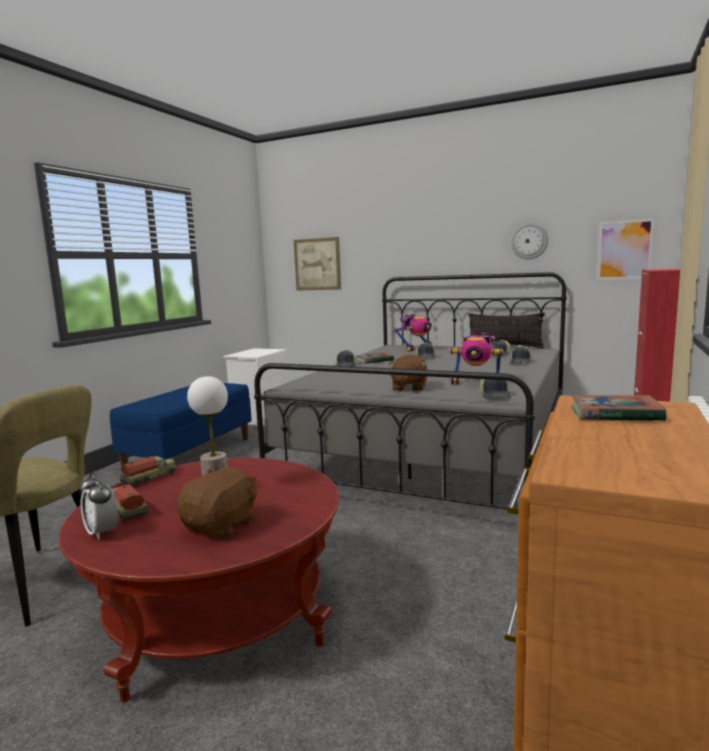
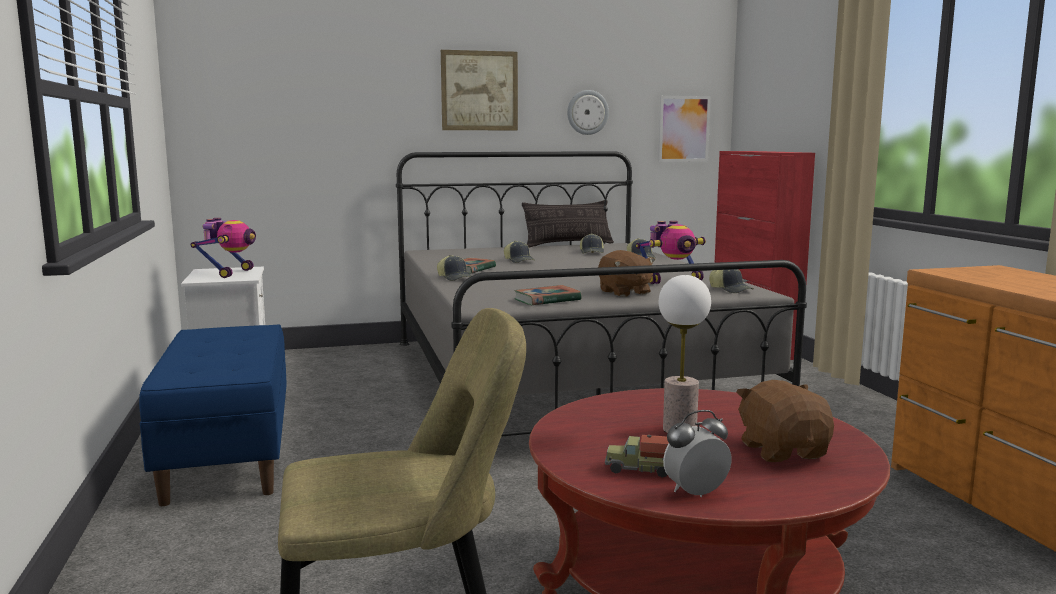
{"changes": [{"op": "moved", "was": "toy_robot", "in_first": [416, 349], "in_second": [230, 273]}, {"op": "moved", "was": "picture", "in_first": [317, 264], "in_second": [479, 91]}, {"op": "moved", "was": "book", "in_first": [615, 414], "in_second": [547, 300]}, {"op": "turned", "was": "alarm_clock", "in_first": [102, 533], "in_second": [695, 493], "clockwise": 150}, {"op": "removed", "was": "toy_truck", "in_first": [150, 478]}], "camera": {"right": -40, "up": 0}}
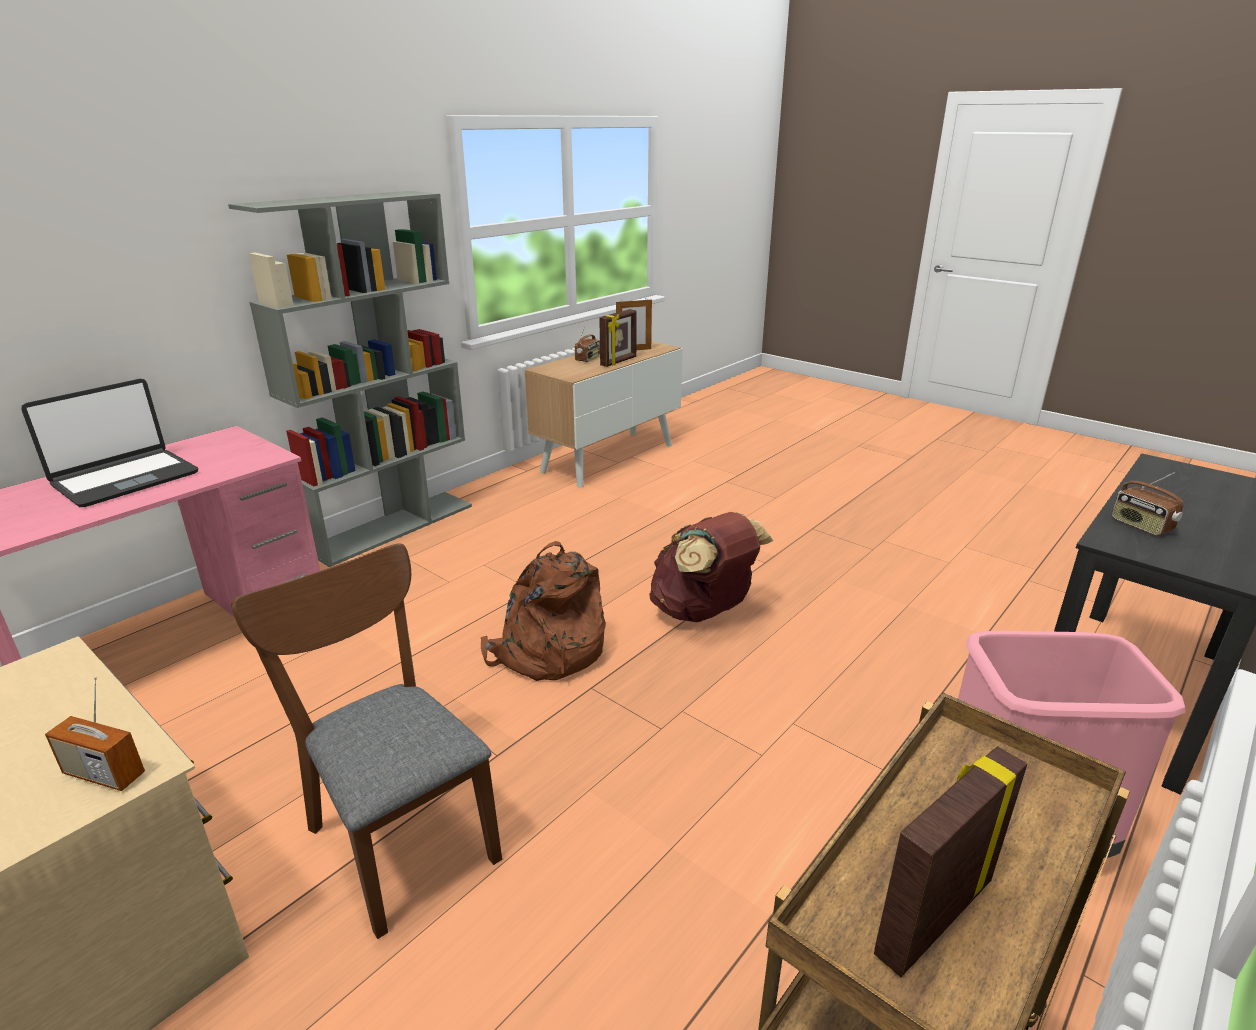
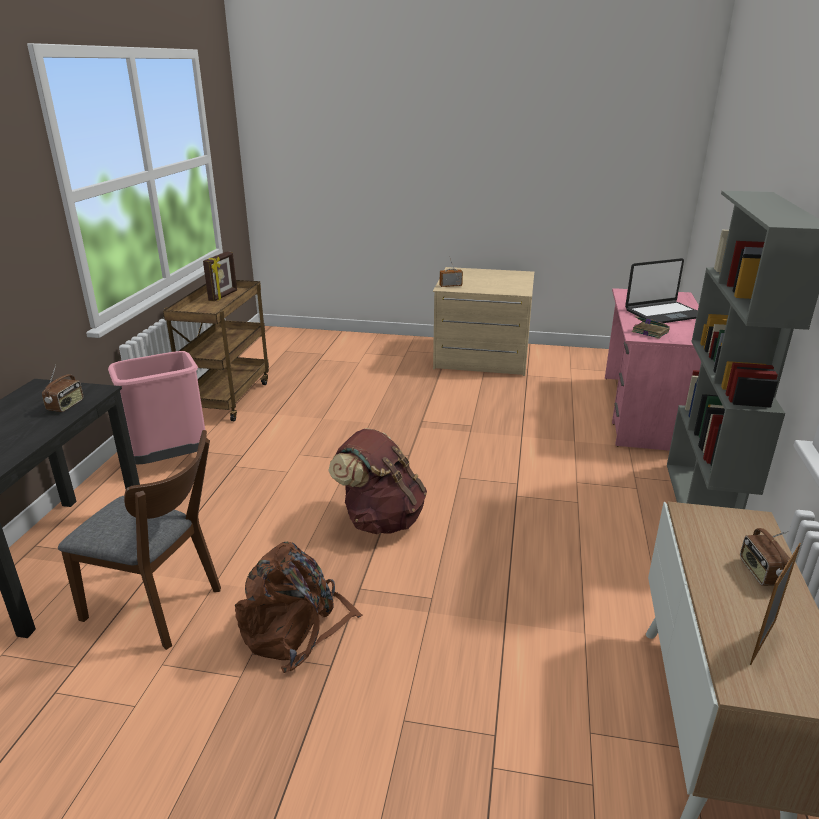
{"changes": [{"op": "turned", "was": "radio", "in_first": [1140, 526], "in_second": [66, 406], "clockwise": 75}, {"op": "moved", "was": "brown_chair", "in_first": [397, 832], "in_second": [160, 607]}, {"op": "moved", "was": "brown_backpack", "in_first": [547, 652], "in_second": [296, 629]}, {"op": "turned", "was": "laptop", "in_first": [125, 479], "in_second": [663, 313], "clockwise": -120}, {"op": "added", "now": "book", "in_second": [649, 331]}, {"op": "removed", "was": "picture_frame", "in_first": [619, 362]}], "camera": {"right": 150, "up": 0}}
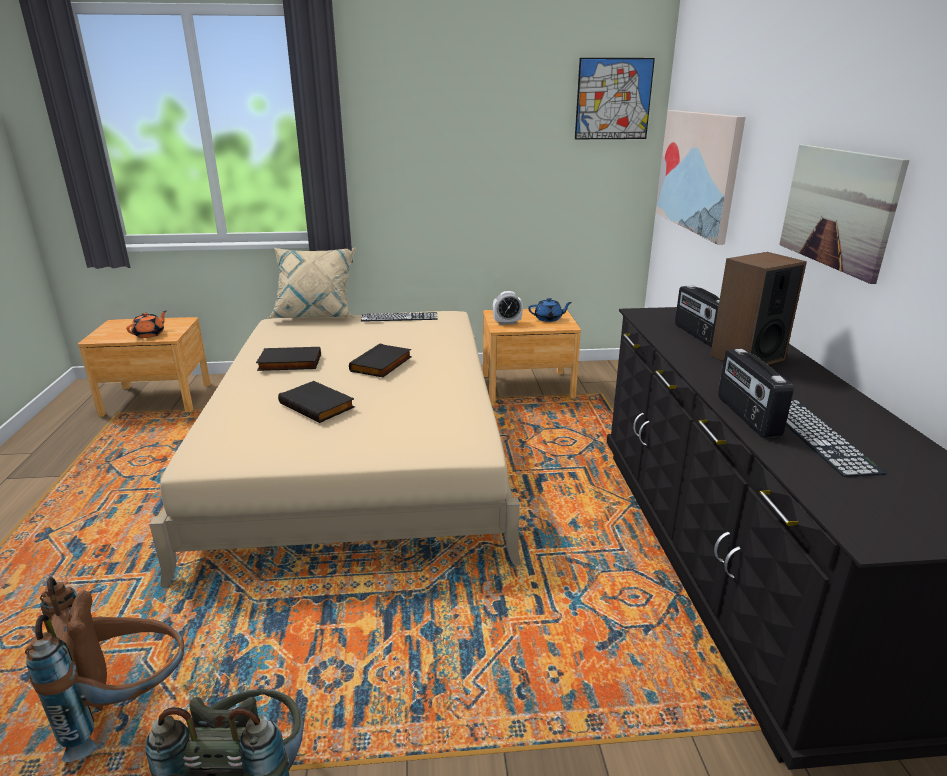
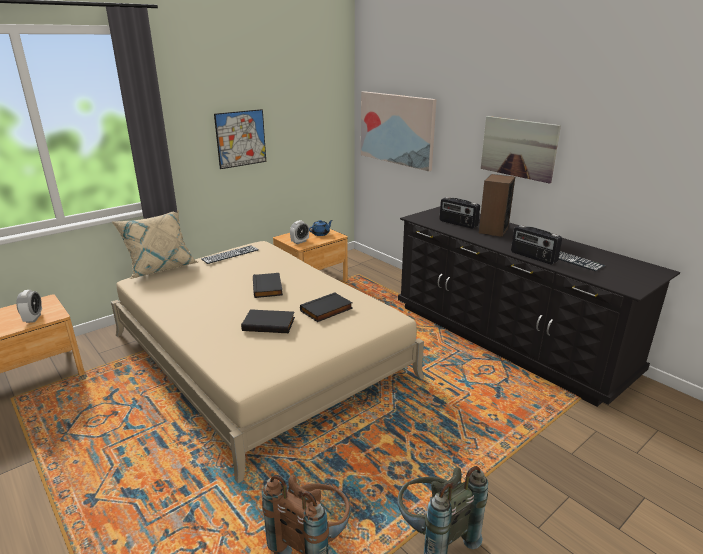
{"changes": [{"op": "replaced", "was": "orange_teapot", "now": "alarm_clock", "in_first": [150, 334], "in_second": [33, 318]}, {"op": "moved", "was": "picture", "in_first": [613, 99], "in_second": [241, 138]}, {"op": "moved", "was": "black_book", "in_first": [289, 363], "in_second": [327, 310]}], "camera": {"right": -35, "up": 0}}
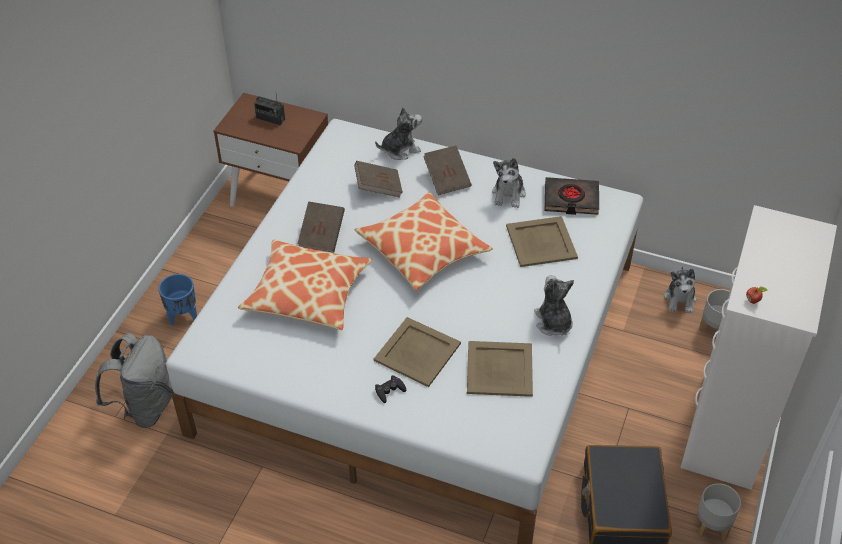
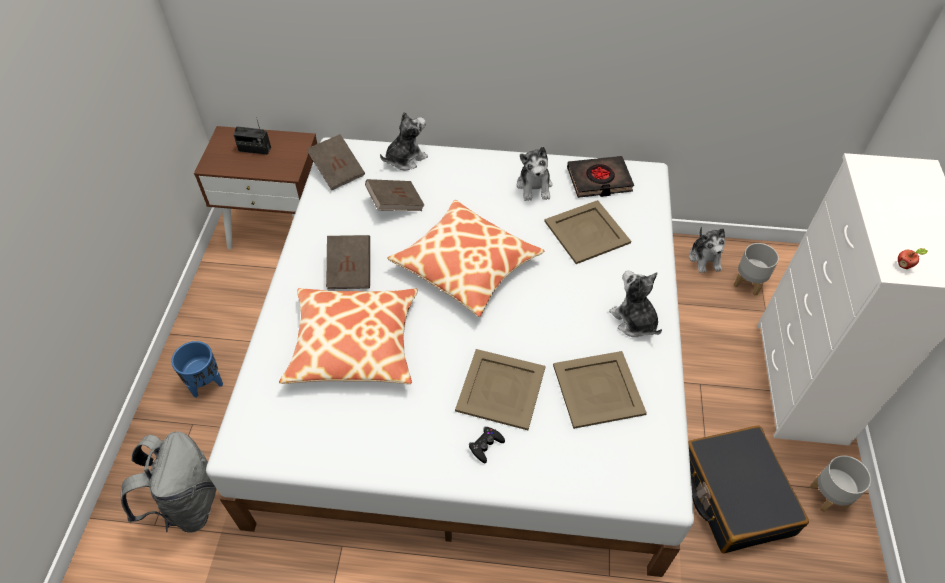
{"changes": [{"op": "moved", "was": "brown_book", "in_first": [447, 179], "in_second": [338, 171]}], "camera": {"right": -15, "up": 5}}
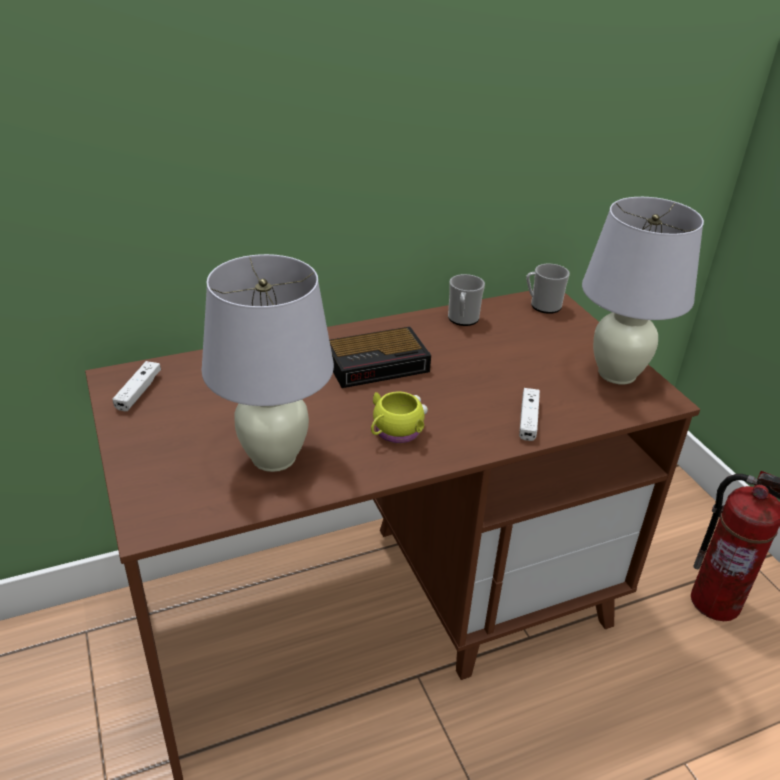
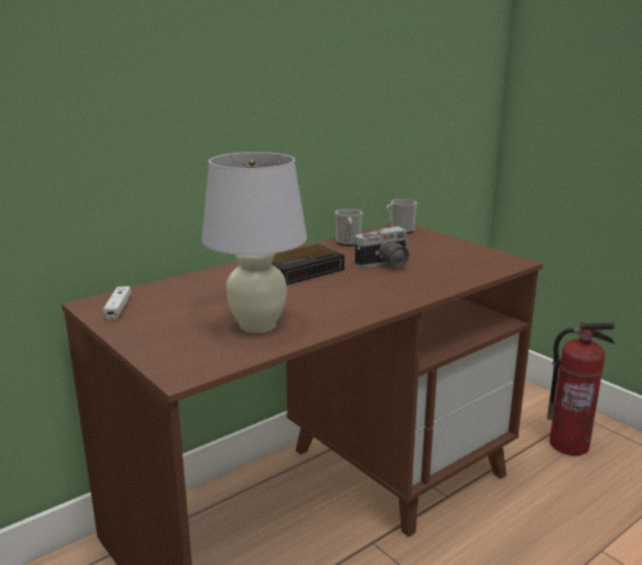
{"changes": [{"op": "added", "now": "photo_camera", "in_second": [385, 265]}, {"op": "removed", "was": "yellow_mug", "in_first": [394, 432]}, {"op": "removed", "was": "white_game_controller", "in_first": [528, 420]}, {"op": "removed", "was": "white_table_lamp", "in_first": [616, 373]}], "camera": {"right": -15, "up": -15}}
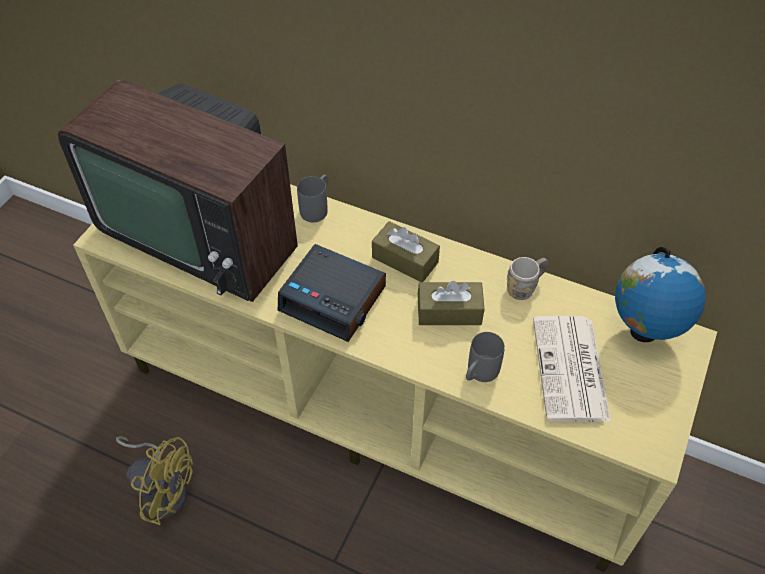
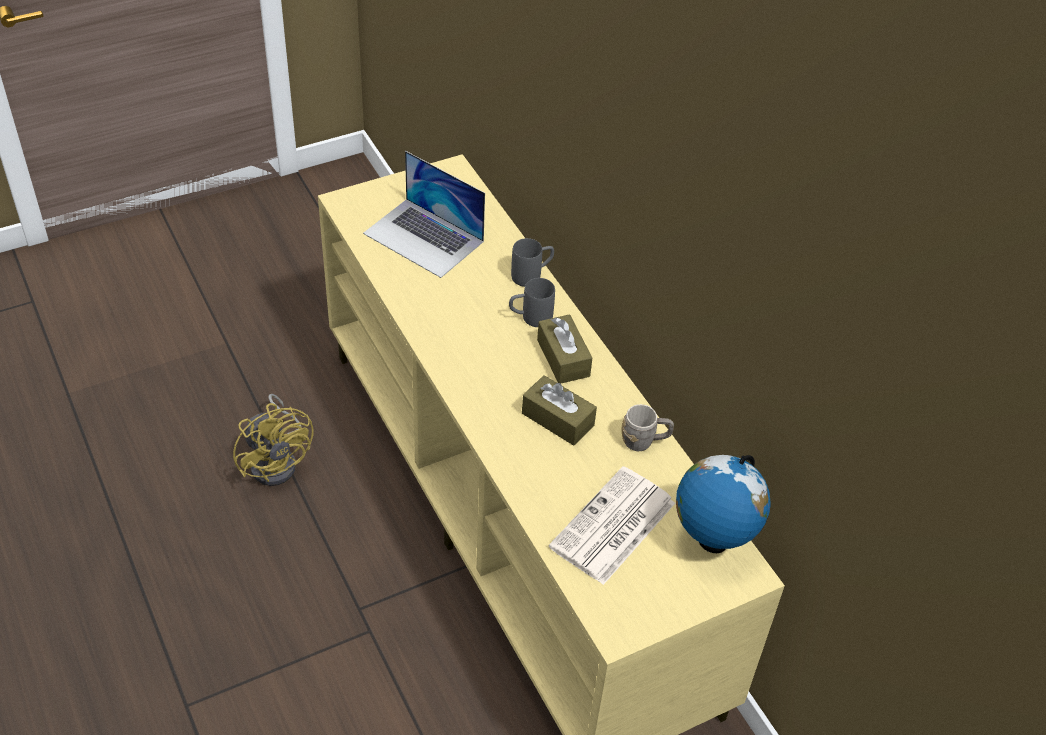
{"changes": [{"op": "replaced", "was": "television", "now": "laptop", "in_first": [201, 228], "in_second": [424, 237]}, {"op": "moved", "was": "grey_mug", "in_first": [479, 374], "in_second": [530, 318]}, {"op": "removed", "was": "alarm_clock", "in_first": [334, 299]}], "camera": {"right": 35, "up": -5}}
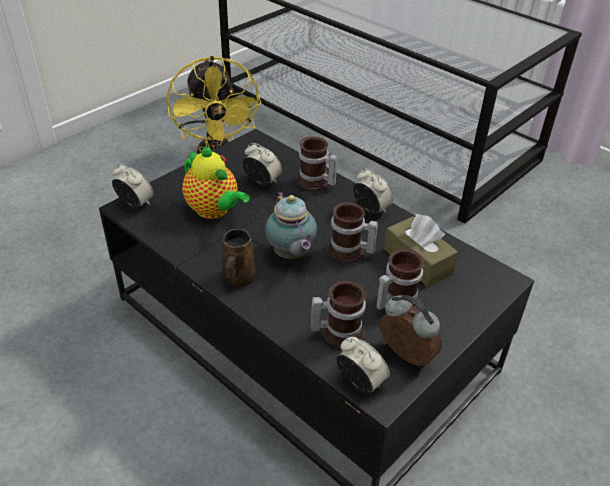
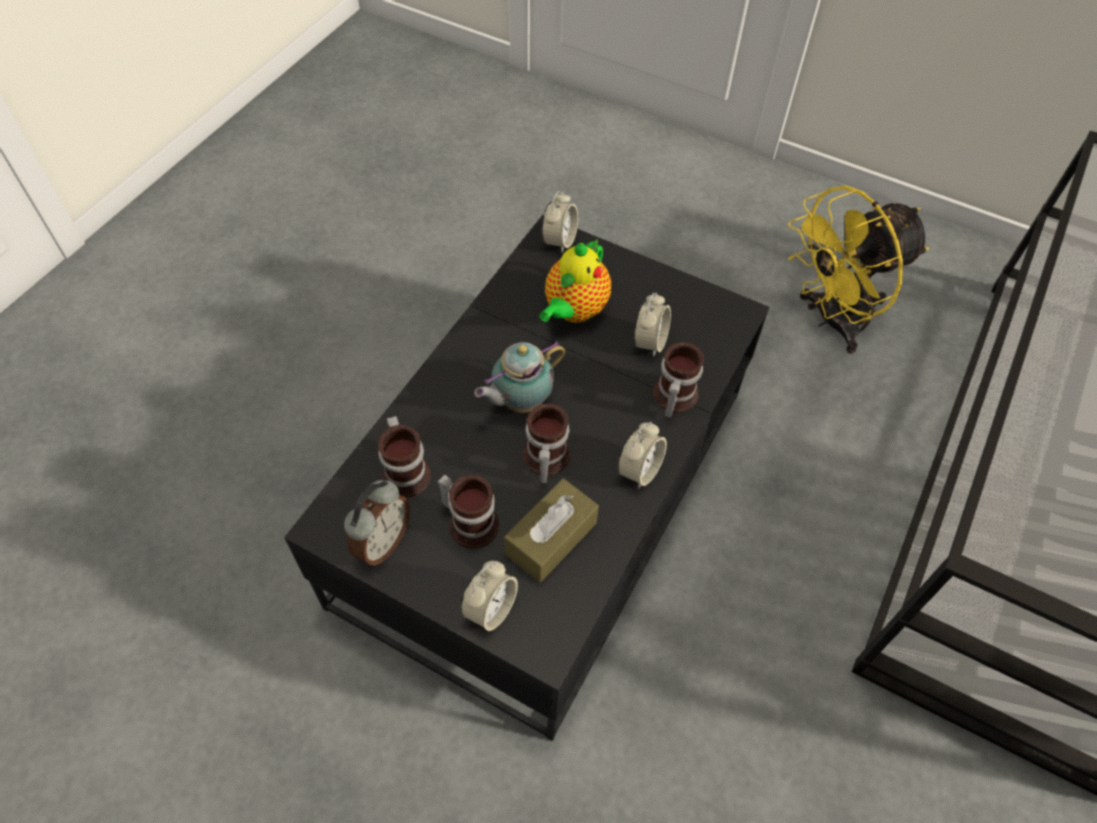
{"changes": [{"op": "moved", "was": "alarm_clock", "in_first": [360, 383], "in_second": [490, 609]}, {"op": "removed", "was": "brown_mug", "in_first": [238, 278]}], "camera": {"right": 75, "up": 15}}
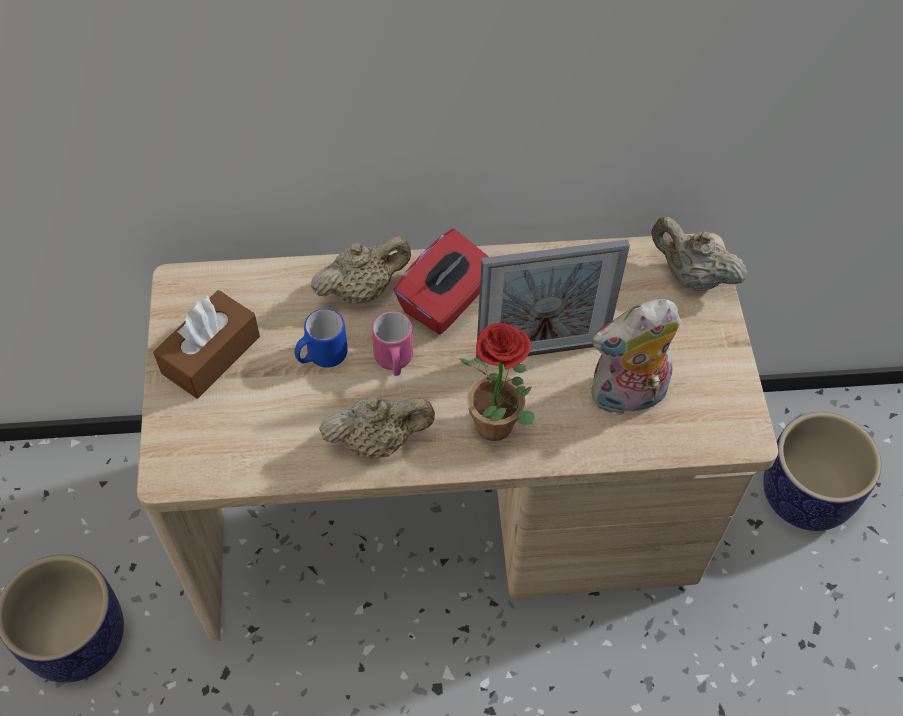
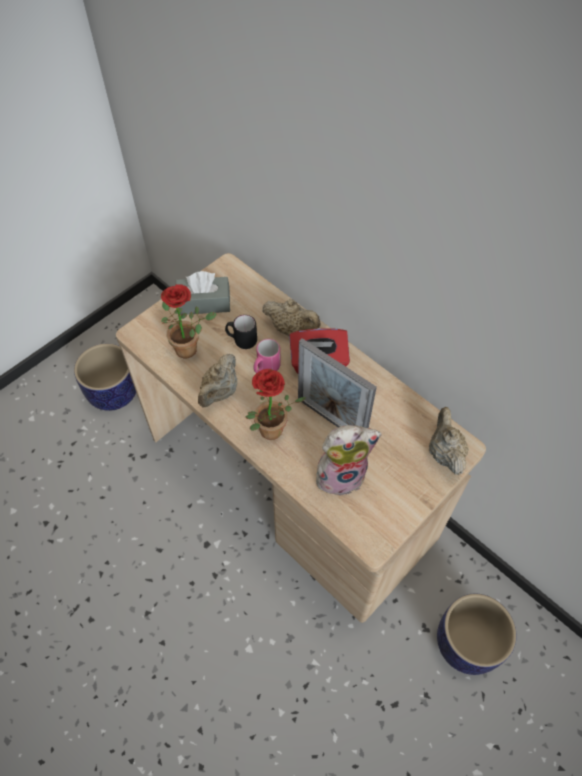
{"changes": [{"op": "added", "now": "potted_plant", "in_second": [191, 348]}, {"op": "recoloured", "was": "brown_tissue_box", "now": "grey_tissue_box", "in_first": [211, 355], "in_second": [204, 303]}, {"op": "turned", "was": "beige_teapot", "in_first": [378, 440], "in_second": [220, 392], "clockwise": 75}, {"op": "recoloured", "was": "blue_mug", "now": "black_mug", "in_first": [321, 356], "in_second": [241, 340]}, {"op": "turned", "was": "plush_toy", "in_first": [627, 397], "in_second": [341, 474], "clockwise": 135}], "camera": {"right": 50, "up": 0}}
